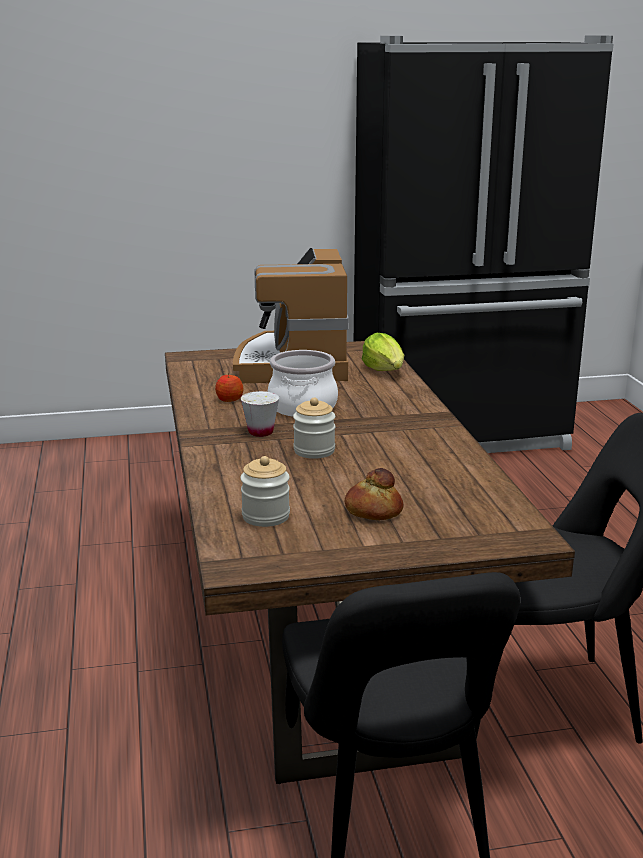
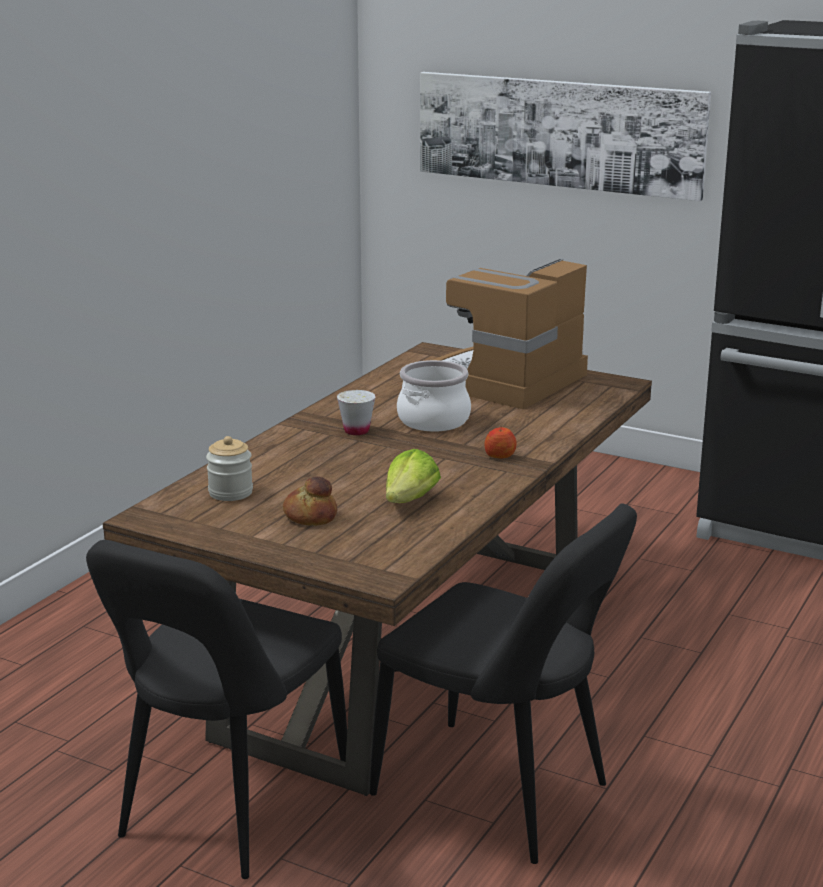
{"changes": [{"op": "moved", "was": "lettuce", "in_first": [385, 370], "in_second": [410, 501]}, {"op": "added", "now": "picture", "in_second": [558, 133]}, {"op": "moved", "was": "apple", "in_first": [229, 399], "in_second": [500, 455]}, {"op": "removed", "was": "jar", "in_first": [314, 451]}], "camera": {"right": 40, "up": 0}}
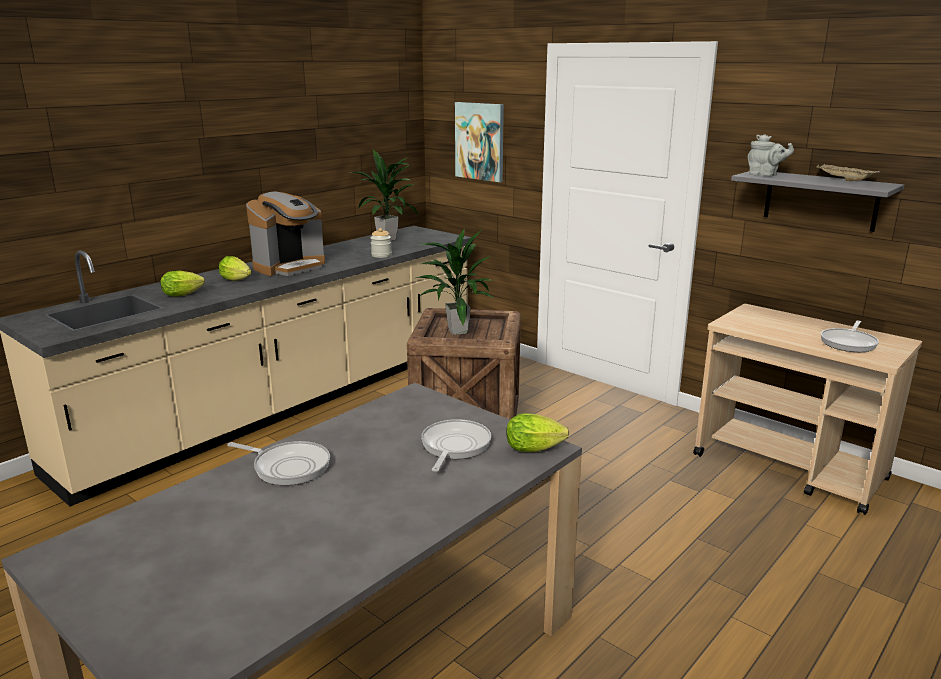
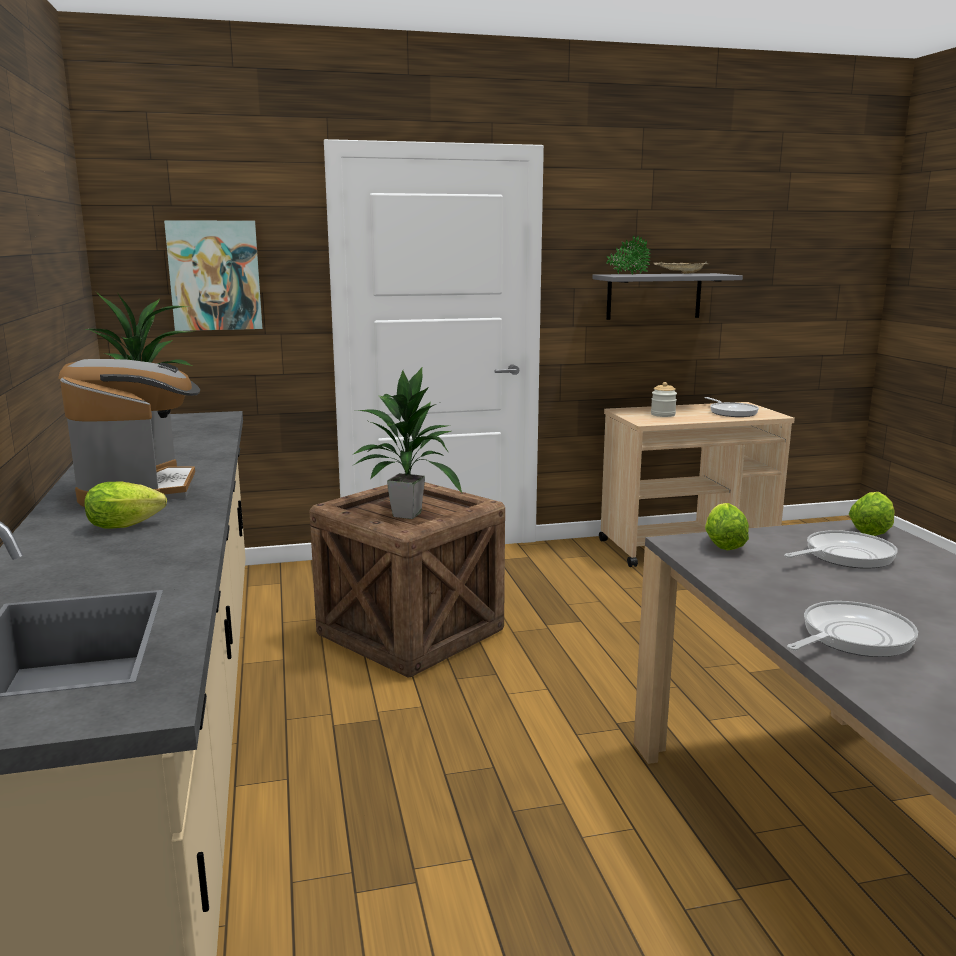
{"changes": [{"op": "replaced", "was": "grey_teapot", "now": "potted_plant", "in_first": [765, 175], "in_second": [627, 275]}, {"op": "moved", "was": "jar", "in_first": [381, 255], "in_second": [663, 414]}, {"op": "moved", "was": "lettuce", "in_first": [184, 294], "in_second": [723, 543]}, {"op": "turned", "was": "frying_pan", "in_first": [454, 446], "in_second": [844, 556], "clockwise": 105}], "camera": {"right": -55, "up": -5}}
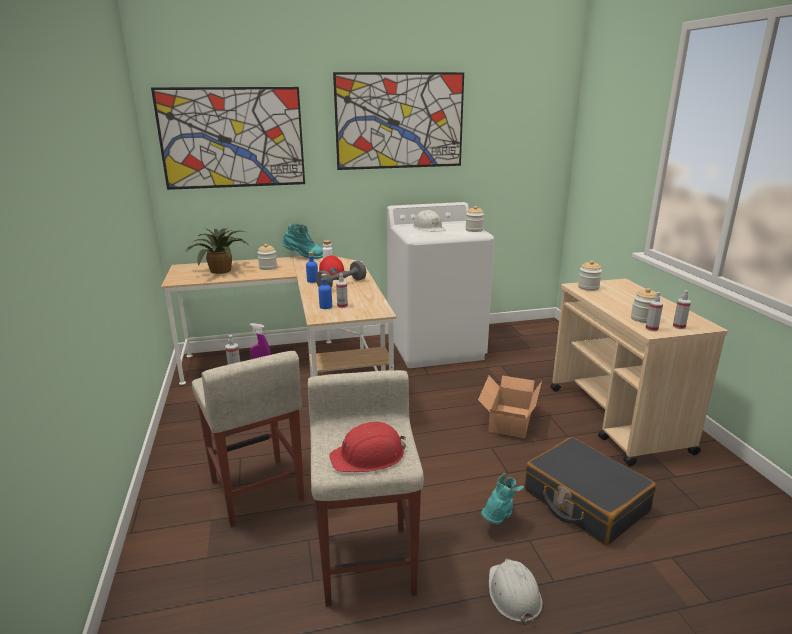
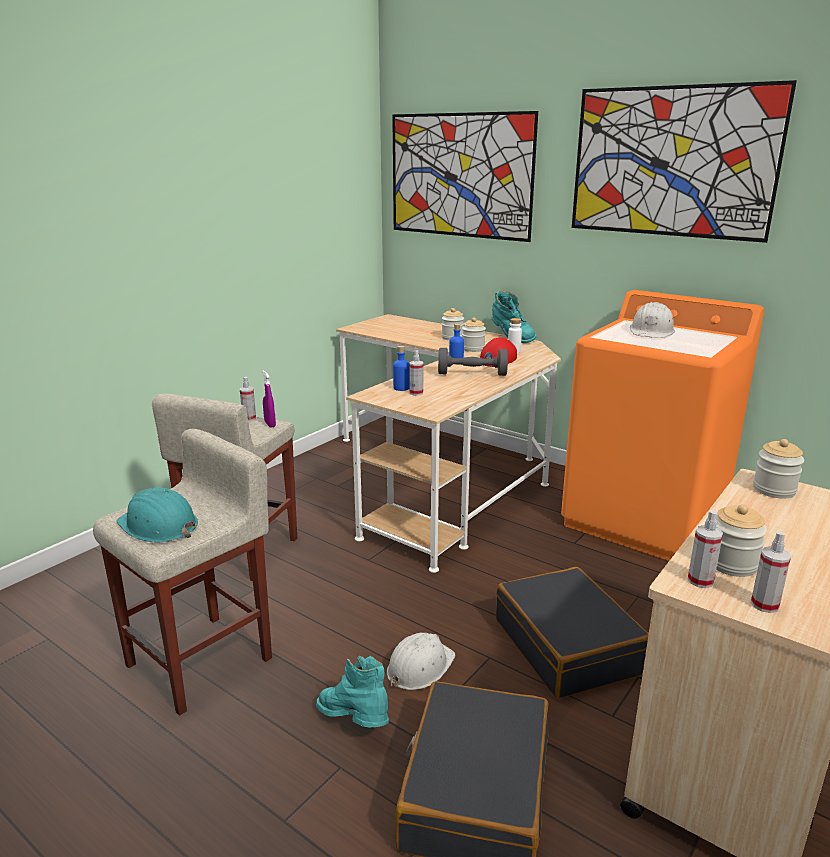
{"changes": [{"op": "recoloured", "was": "red_hard_hat", "now": "turquoise_hard_hat", "in_first": [369, 456], "in_second": [158, 525]}, {"op": "turned", "was": "turquoise_boot", "in_first": [498, 518], "in_second": [355, 723], "clockwise": -120}, {"op": "moved", "was": "white_hard_hat", "in_first": [513, 593], "in_second": [419, 667]}, {"op": "moved", "was": "jar", "in_first": [474, 230], "in_second": [473, 349]}, {"op": "replaced", "was": "cardboard_box", "now": "black_suitcase", "in_first": [508, 421], "in_second": [567, 646]}, {"op": "recoloured", "was": "white_washing_machine", "now": "orange_washing_machine", "in_first": [436, 347], "in_second": [645, 519]}, {"op": "removed", "was": "potted_plant", "in_first": [221, 271]}], "camera": {"right": 50, "up": 0}}
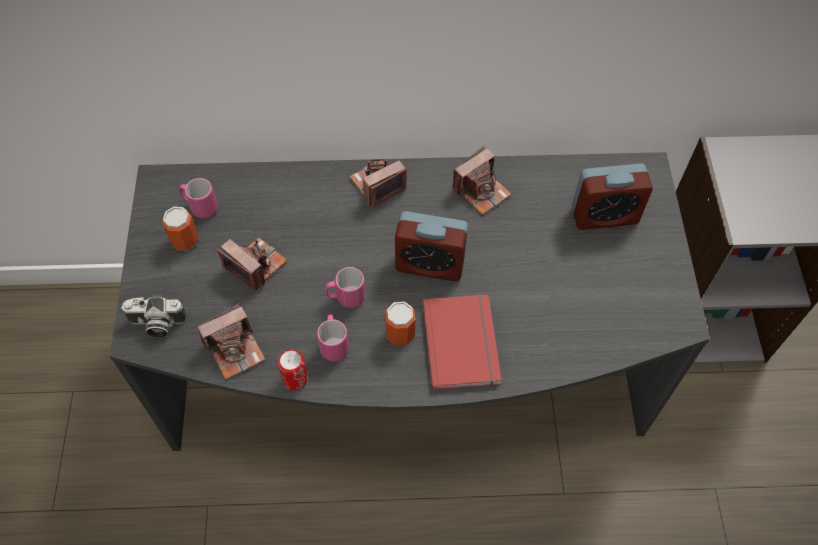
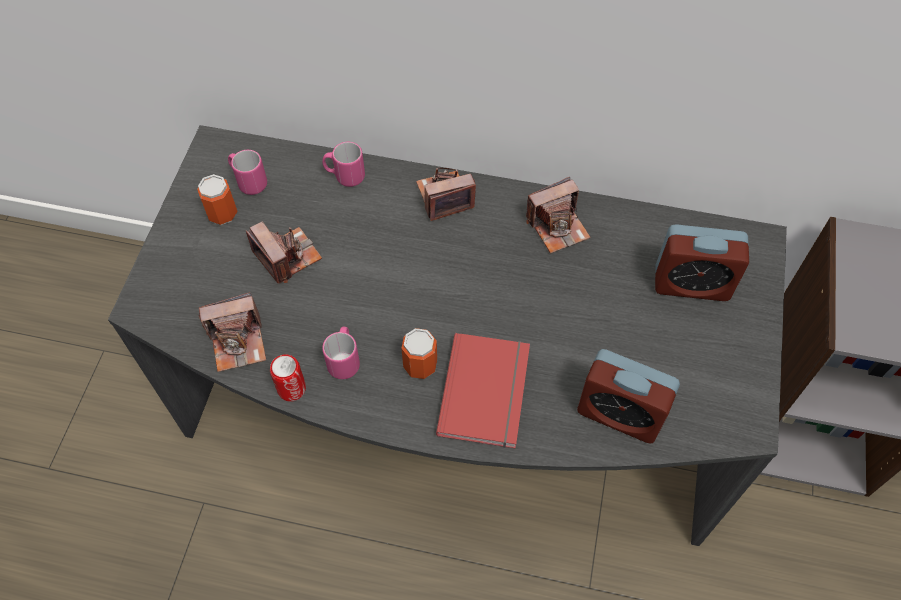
{"changes": [{"op": "moved", "was": "pink_mug", "in_first": [345, 297], "in_second": [345, 176]}, {"op": "moved", "was": "alarm_clock", "in_first": [430, 264], "in_second": [620, 414]}, {"op": "removed", "was": "photo_camera", "in_first": [156, 324]}], "camera": {"right": 15, "up": 0}}
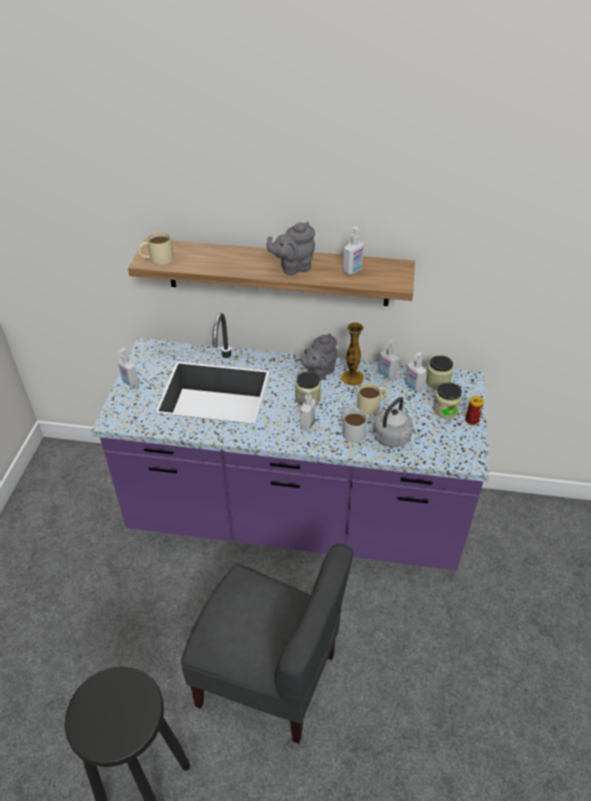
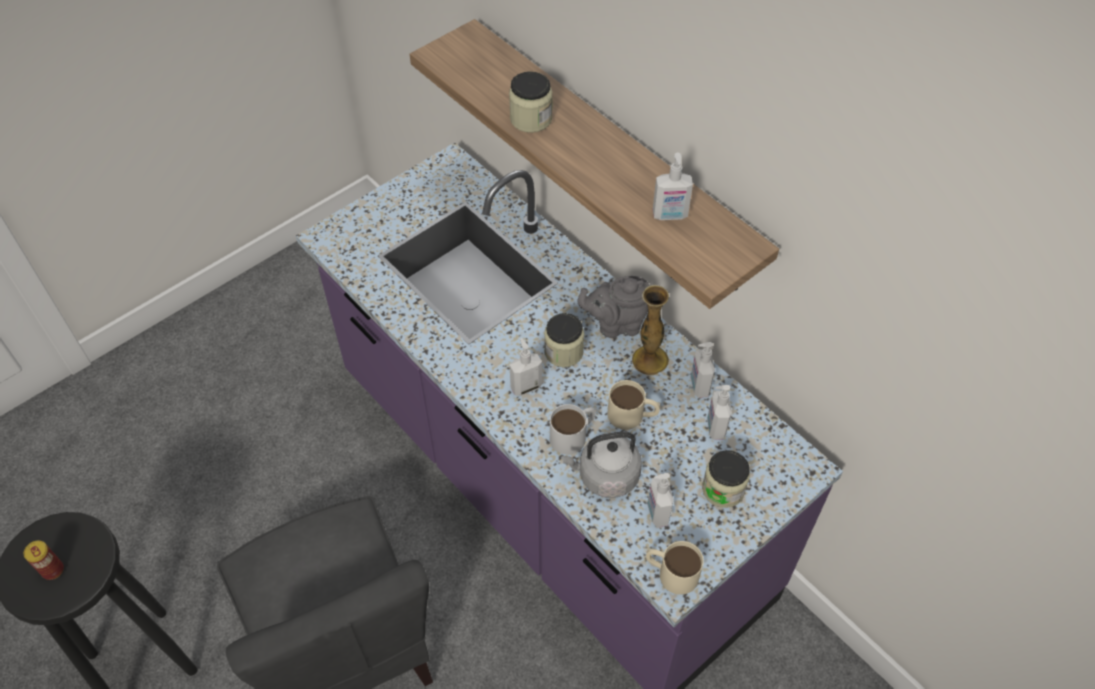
{"changes": [{"op": "moved", "was": "can", "in_first": [471, 420], "in_second": [53, 570]}, {"op": "moved", "was": "jar", "in_first": [437, 382], "in_second": [531, 119]}, {"op": "moved", "was": "beige_mug", "in_first": [157, 259], "in_second": [671, 572]}, {"op": "moved", "was": "soap_dispenser", "in_first": [130, 383], "in_second": [657, 513]}, {"op": "removed", "was": "grey_teapot", "in_first": [293, 267]}], "camera": {"right": 40, "up": 10}}
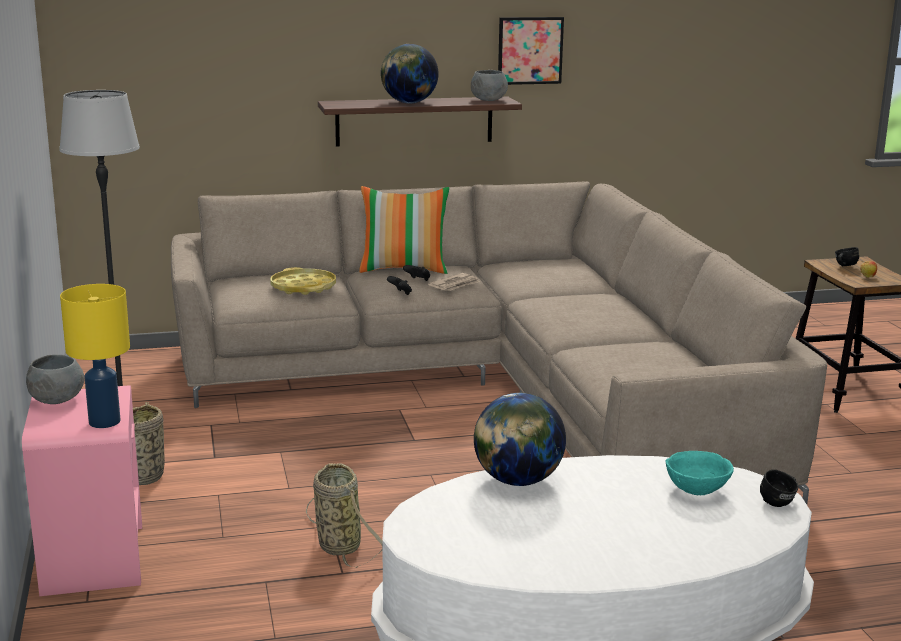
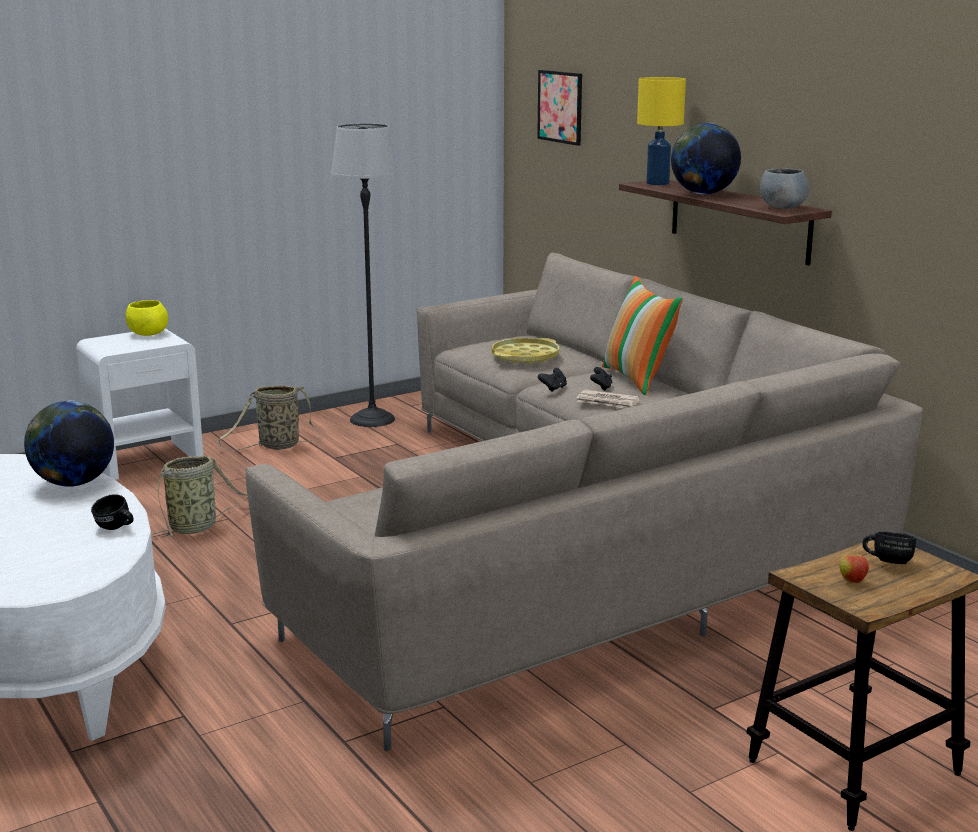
{"changes": [{"op": "recoloured", "was": "pink_nightstand", "now": "white_nightstand", "in_first": [93, 557], "in_second": [147, 459]}, {"op": "moved", "was": "black_mug", "in_first": [780, 502], "in_second": [115, 529]}, {"op": "recoloured", "was": "grey_bowl", "now": "yellow_bowl", "in_first": [56, 400], "in_second": [148, 334]}, {"op": "moved", "was": "picture", "in_first": [530, 50], "in_second": [560, 107]}, {"op": "moved", "was": "yellow_table_lamp", "in_first": [103, 422], "in_second": [657, 183]}, {"op": "removed", "was": "turquoise_bowl", "in_first": [696, 491]}], "camera": {"right": 70, "up": 0}}
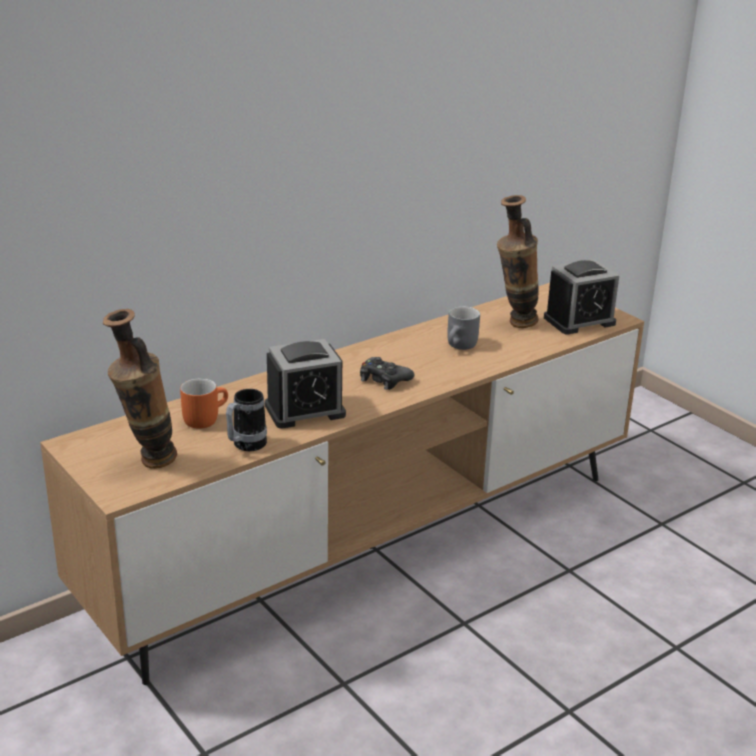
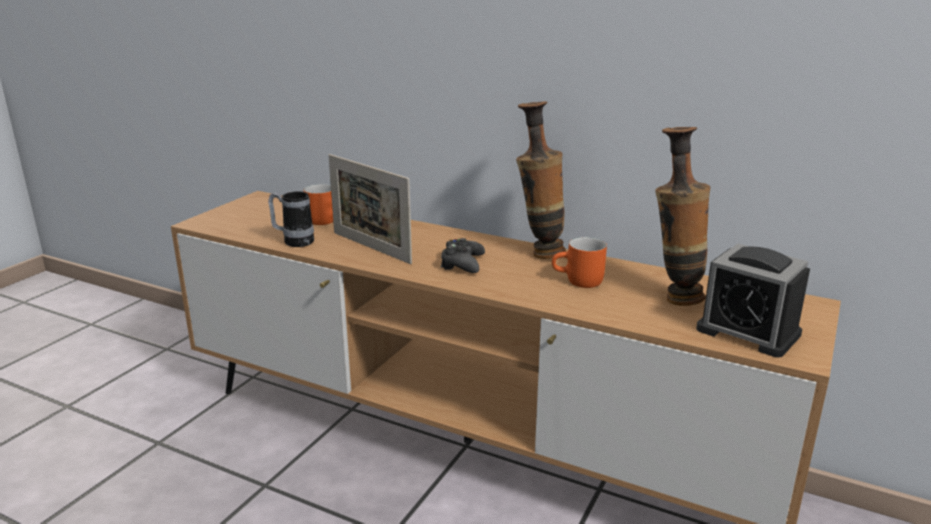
{"changes": [{"op": "replaced", "was": "alarm_clock", "now": "picture_frame", "in_first": [305, 410], "in_second": [371, 247]}, {"op": "moved", "was": "vase", "in_first": [147, 463], "in_second": [539, 253]}, {"op": "recoloured", "was": "grey_mug", "now": "orange_mug", "in_first": [462, 346], "in_second": [579, 282]}], "camera": {"right": 65, "up": -5}}
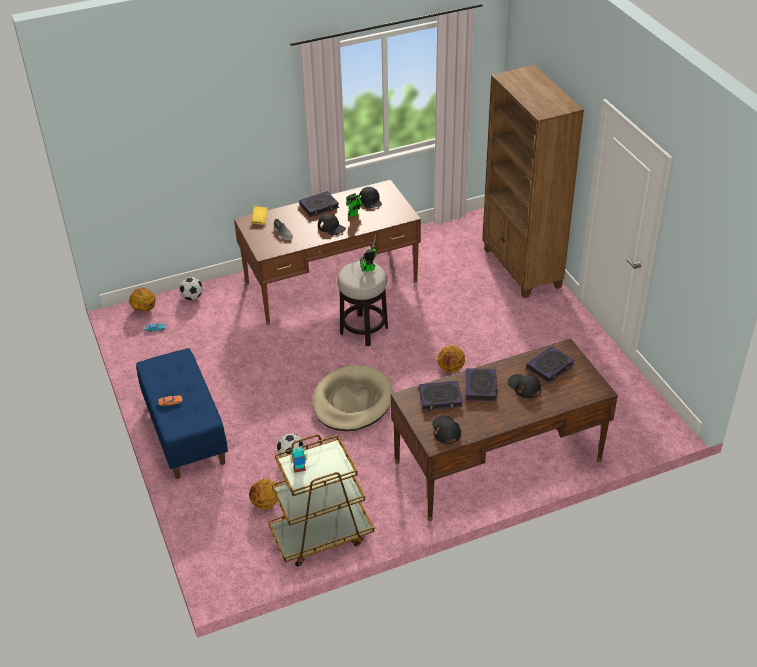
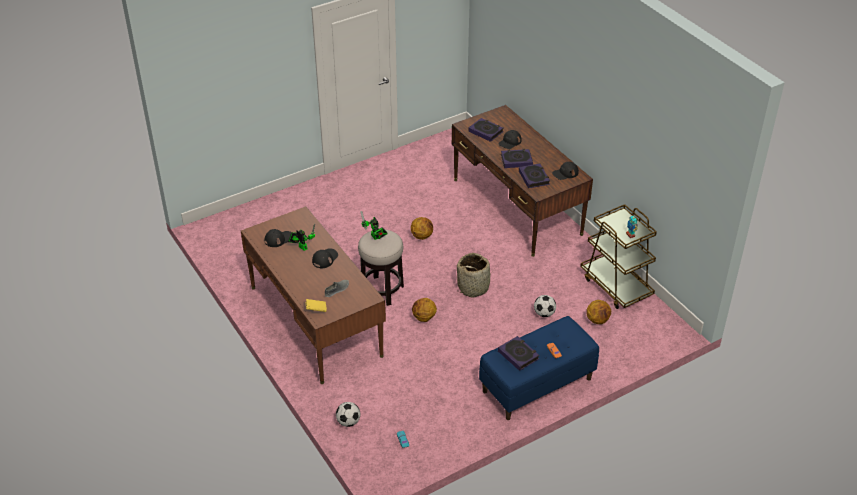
{"changes": [{"op": "moved", "was": "basketball", "in_first": [144, 309], "in_second": [424, 318]}, {"op": "replaced", "was": "beige_dog_bed", "now": "basket", "in_first": [352, 401], "in_second": [473, 287]}, {"op": "moved", "was": "book", "in_first": [319, 206], "in_second": [518, 355]}, {"op": "removed", "was": "brown_bookcase", "in_first": [521, 268]}], "camera": {"right": -100, "up": 0}}
